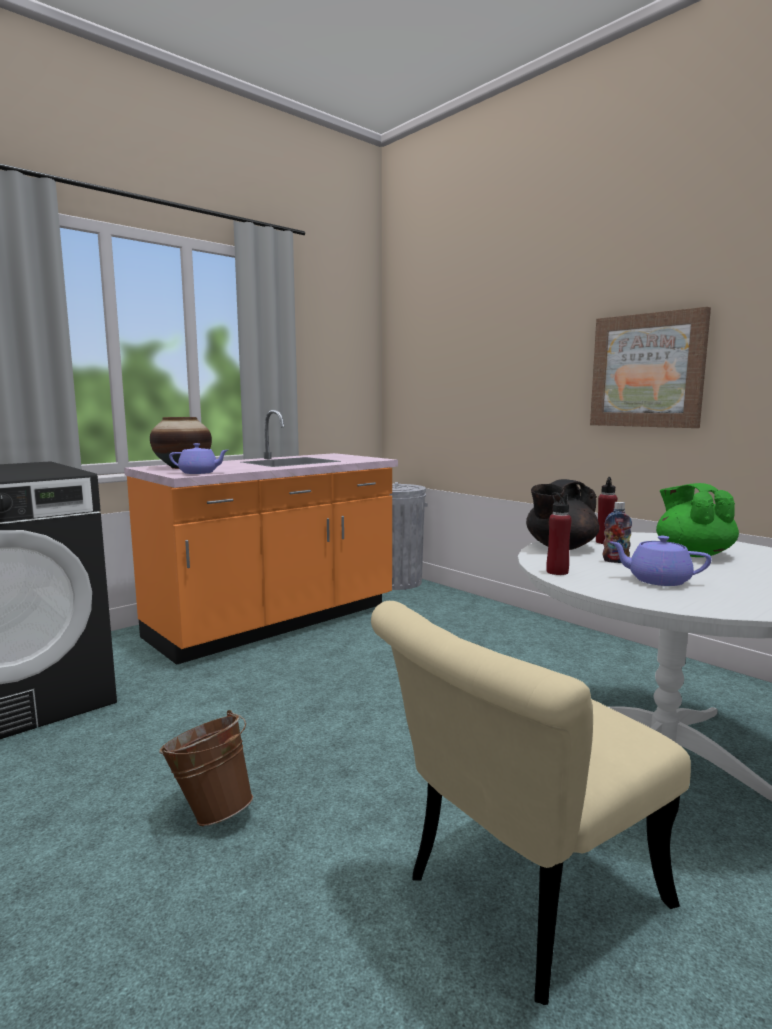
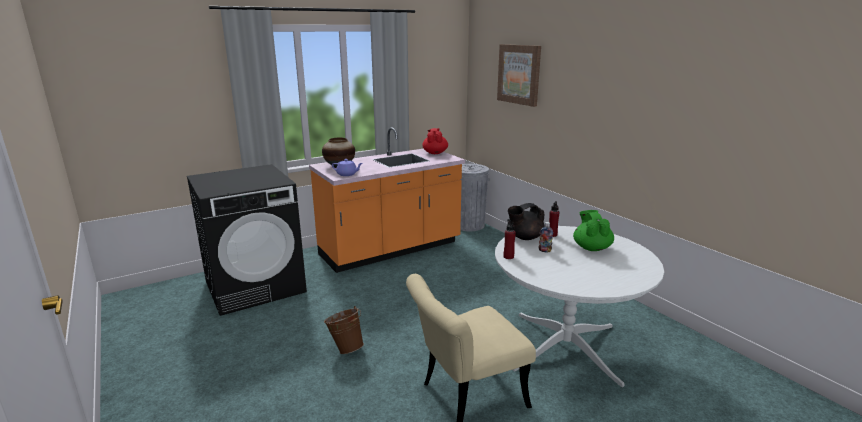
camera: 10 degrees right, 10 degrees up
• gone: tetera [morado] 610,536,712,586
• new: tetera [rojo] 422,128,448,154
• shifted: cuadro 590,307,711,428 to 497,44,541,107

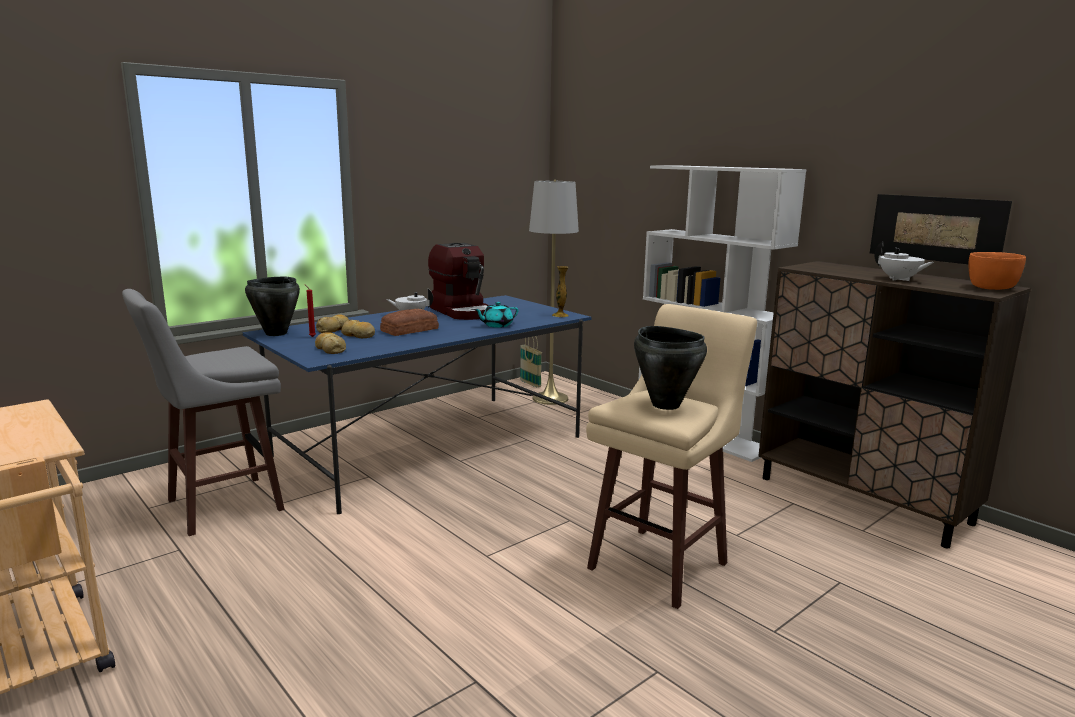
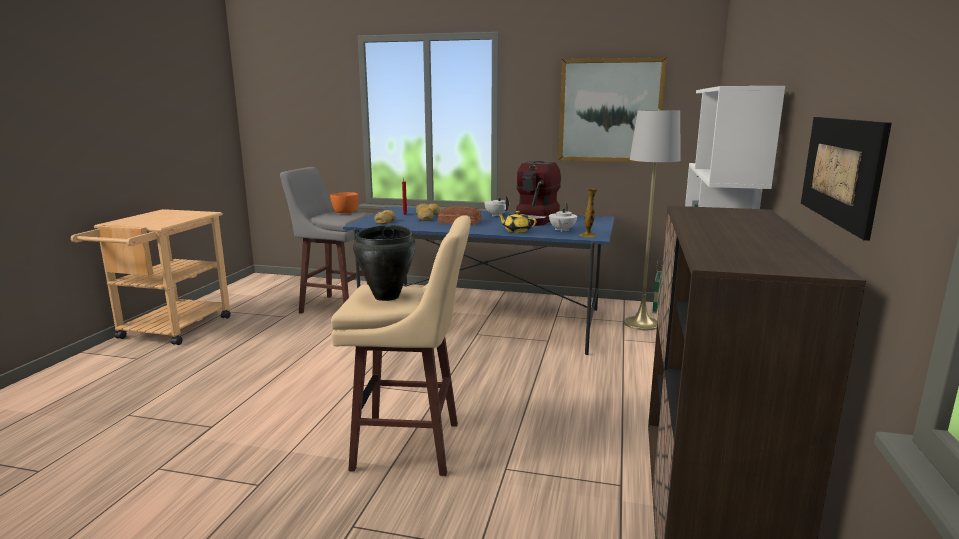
camera: 55 degrees right, 0 degrees up
• gone: olla [negro] 245,276,300,336
• new: cuadro 559,57,667,163
• shifted: tetera [blanco] 875,241,934,281 to 549,203,577,232
• shifted: cuenco [naranja] 968,252,1026,290 to 330,192,359,213
• repainted: tetera [turquesa] 474,302,518,328 to tetera [amarillo] 498,211,537,233

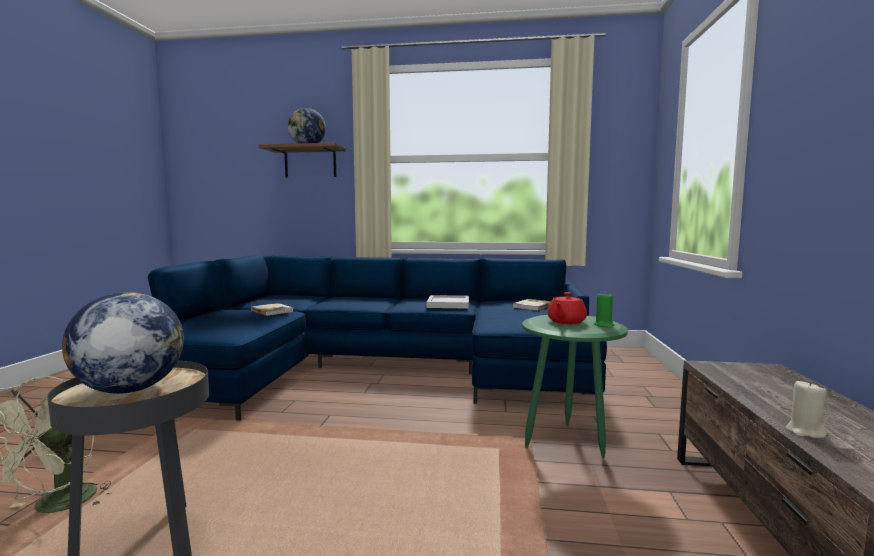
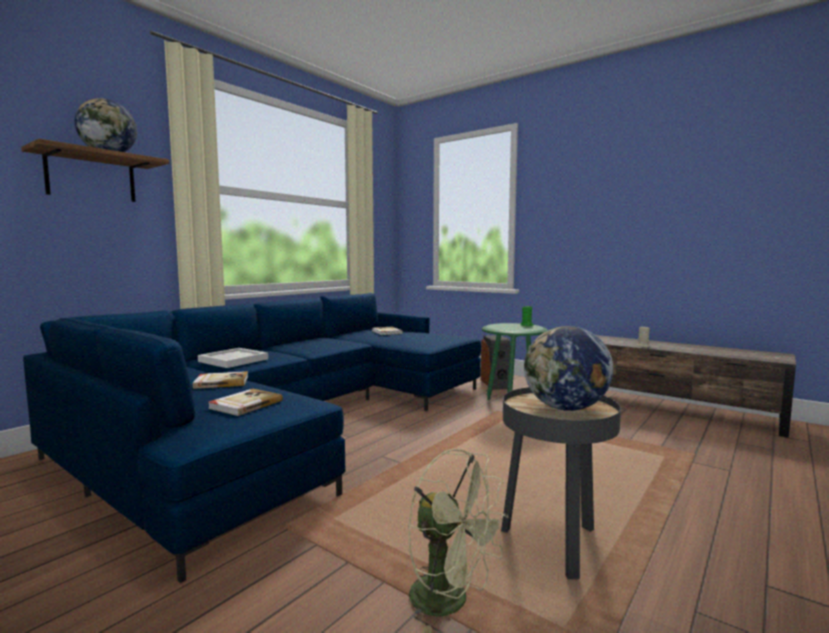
camera: 60 degrees left, 0 degrees up
• gone: tetera [rojo] 547,292,587,324
• new: libro 208,389,283,416
• new: altavoz 481,335,510,390
• shifted: bandeja [blanco] 427,295,469,309 to 198,348,268,368

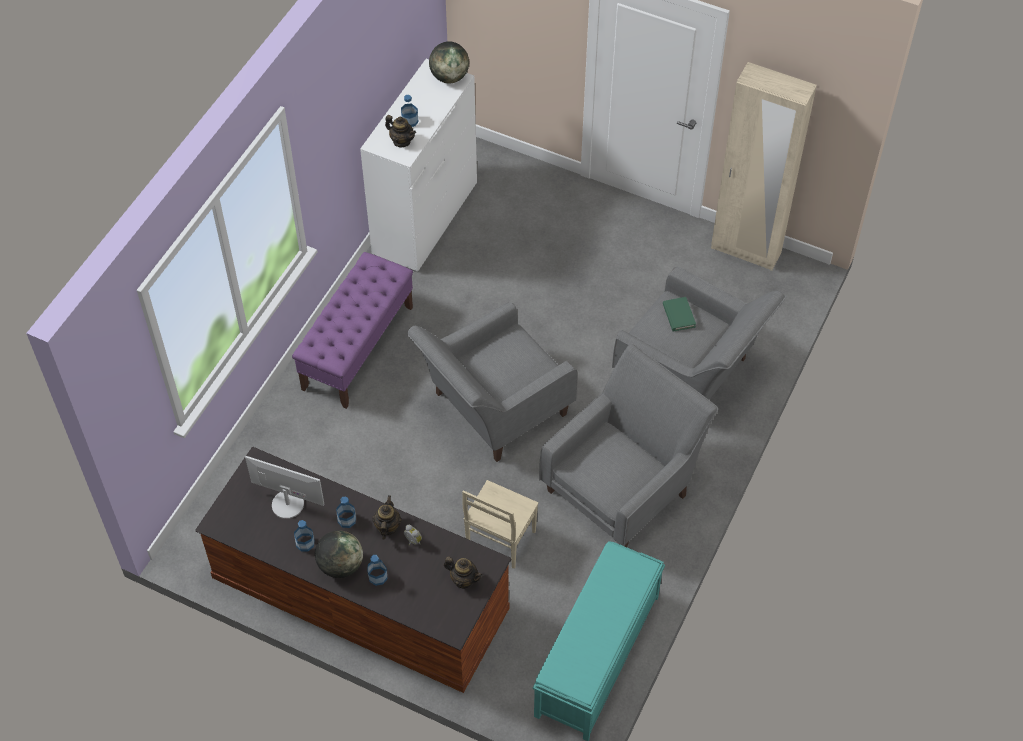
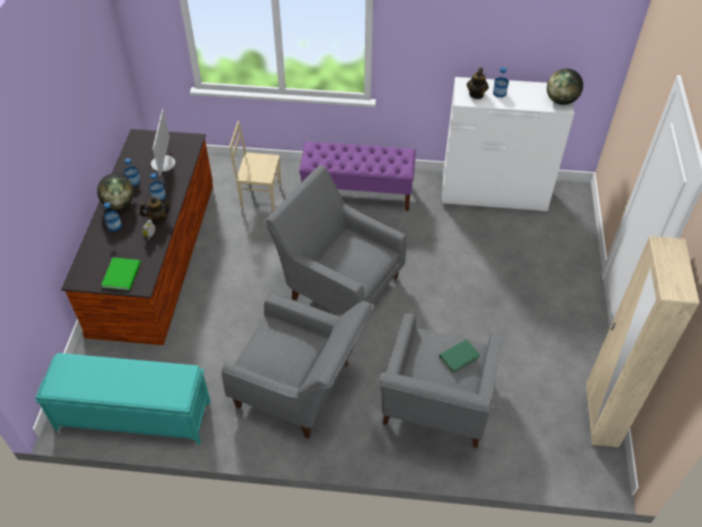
camera: 70 degrees right, 5 degrees down
• shifted: silla [beis] 462,480,539,569 to 229,121,281,212
• swapped: tetera 444,556,483,589 to libro [verde] 101,258,141,290

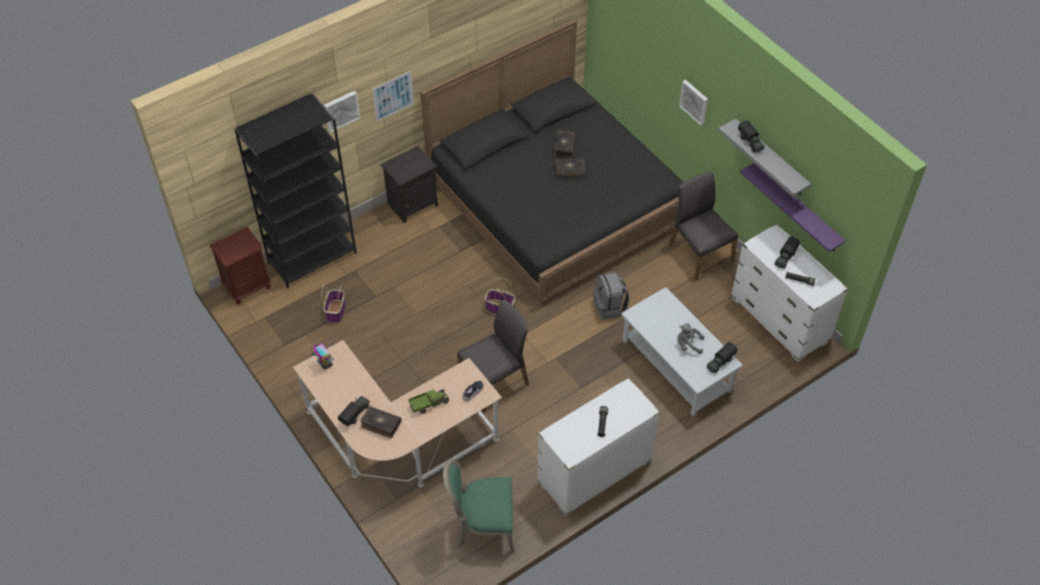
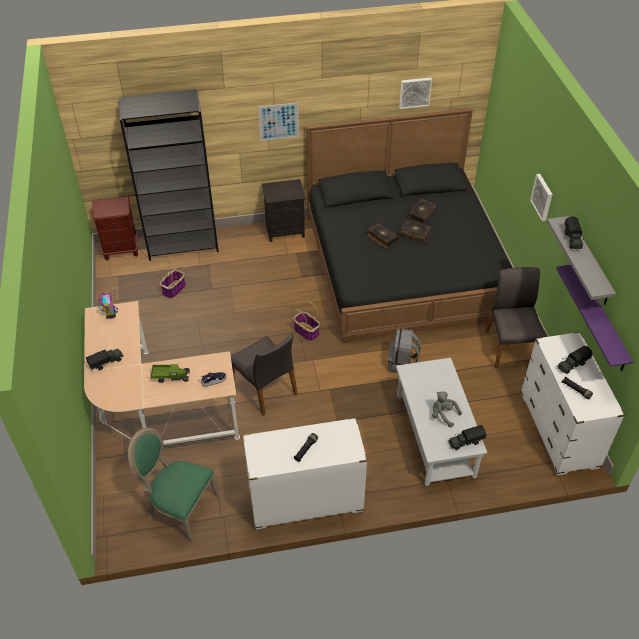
camera: 25 degrees right, 5 degrees down
• shifted: cuadro 324,91,360,132 to 399,77,432,109
• shifted: libro 360,406,401,438 to 367,223,399,249
• rotated: silla [gris] 457,300,529,412 = 231,334,297,416 60 degrees clockwise

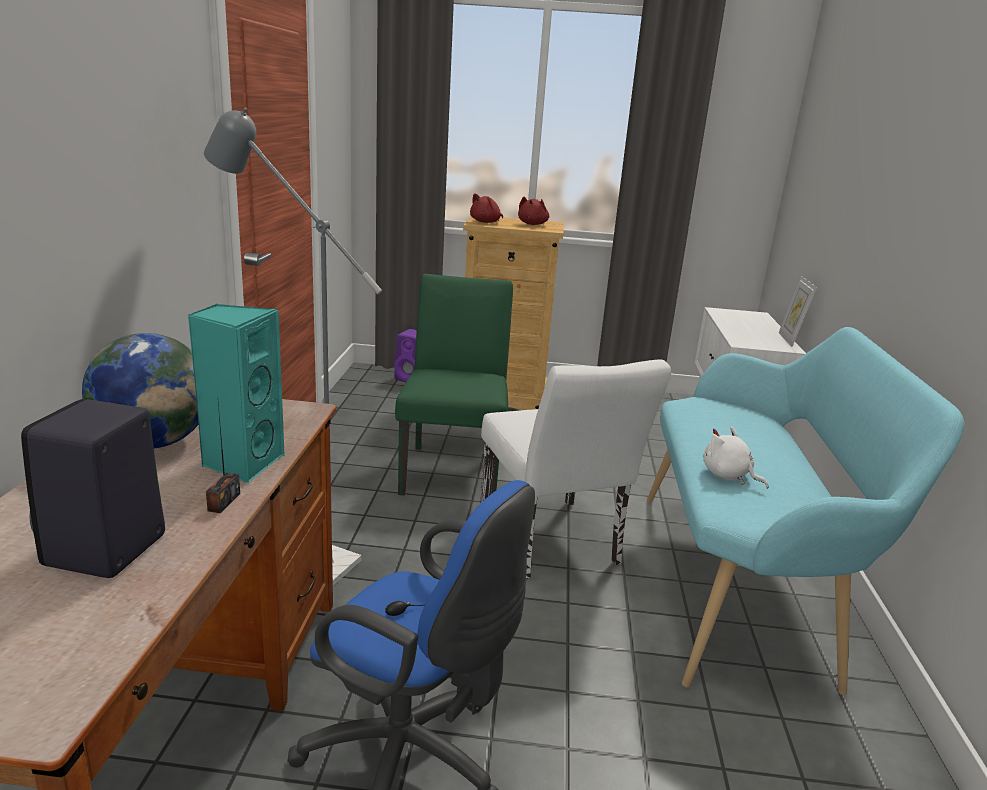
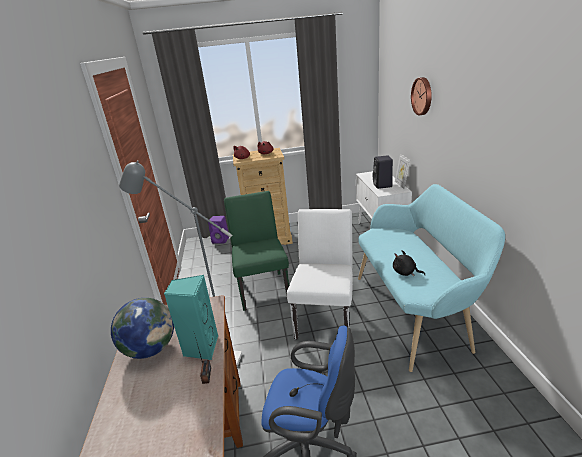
camera: 10 degrees left, 5 degrees up
• new: reloj de pared 411,77,432,115
• shifted: altavoz [negro] 21,399,165,578 to 373,155,393,189
• repainted: peluche [blanco] 703,426,769,489 to peluche [negro] 393,250,426,276
• rotated: silla [blanco] 480,360,671,579 = 287,209,353,339 135 degrees counterclockwise

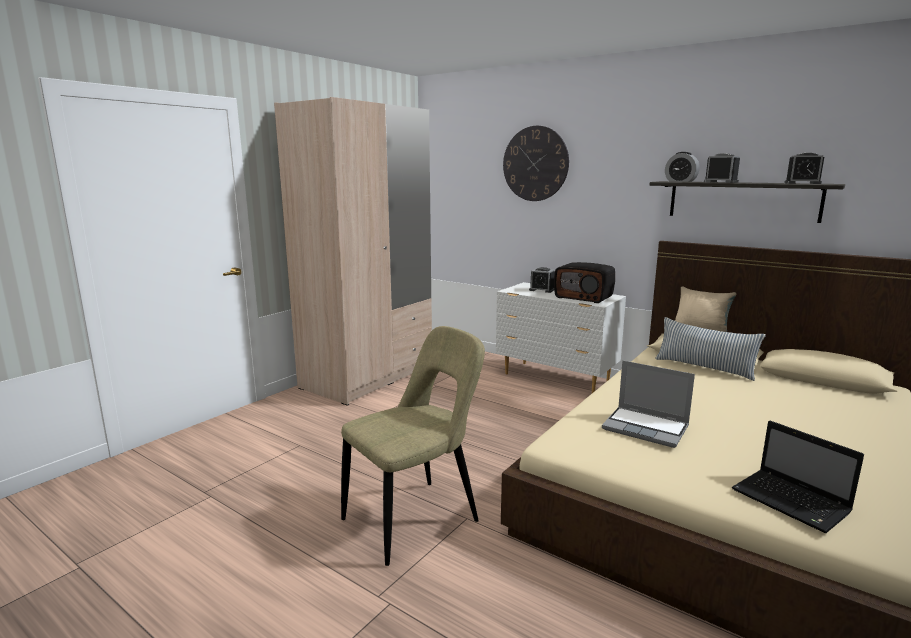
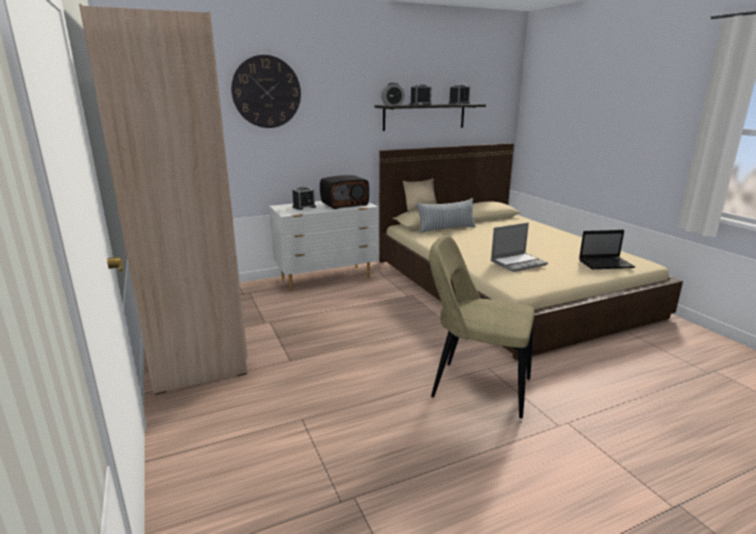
camera: 60 degrees left, 5 degrees up
• rotated: silla [beis] 341,326,485,566 = 429,236,535,419 60 degrees counterclockwise

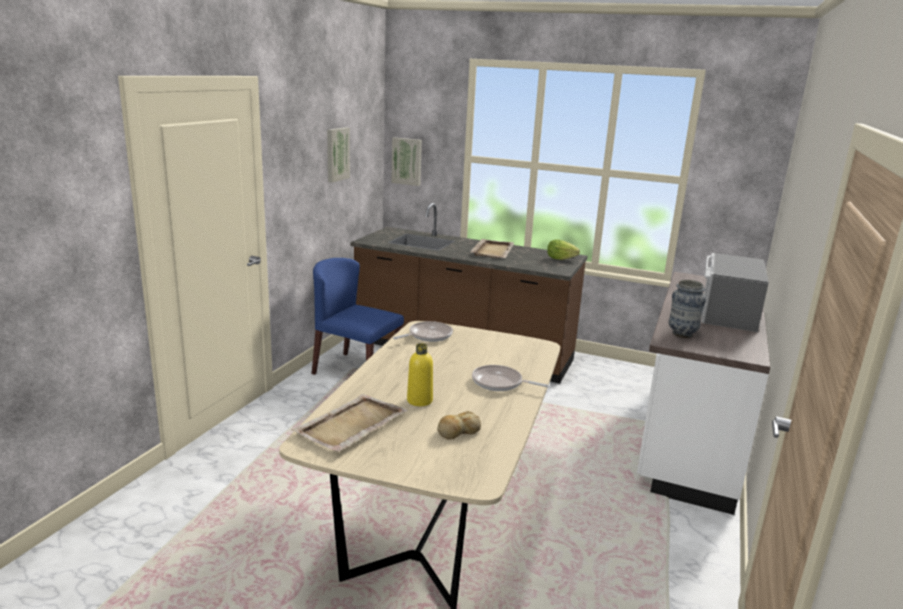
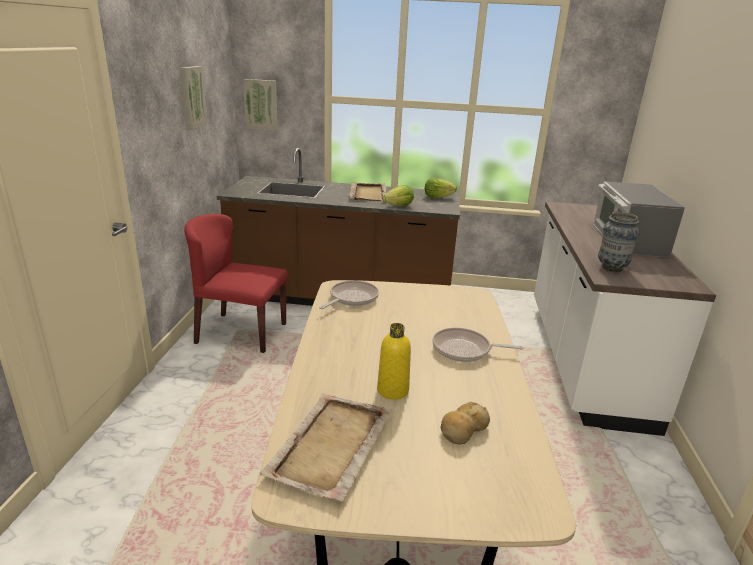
camera: 15 degrees left, 5 degrees up
• new: lechuga 383,185,414,206
• repainted: silla [azul] 312,258,404,375 to silla [rojo] 185,214,288,353

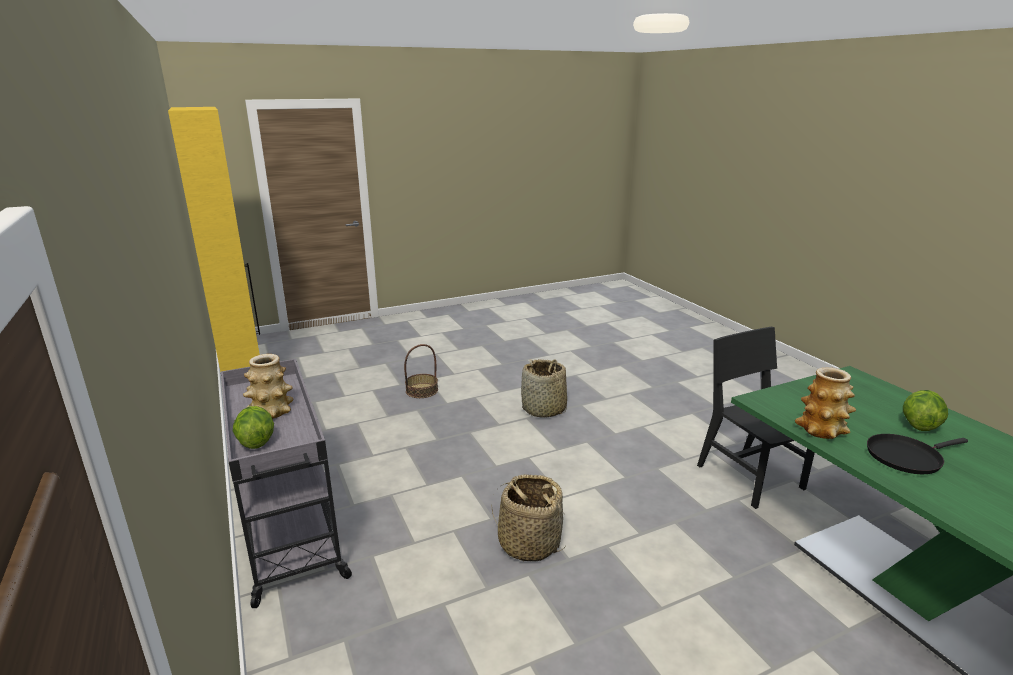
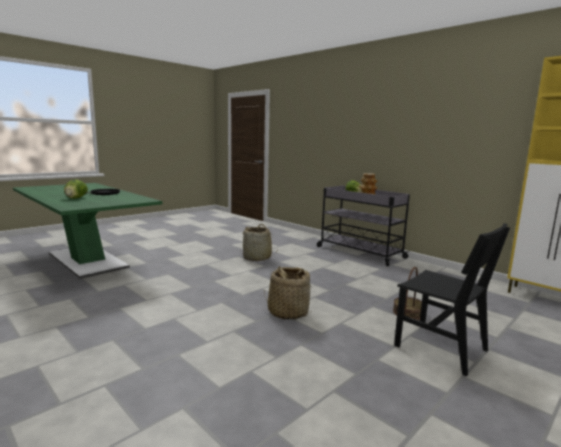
camera: 160 degrees right, 10 degrees down
• gone: florero 795,367,856,439
• shifted: silla [negro] 697,327,815,509 to 394,223,510,376

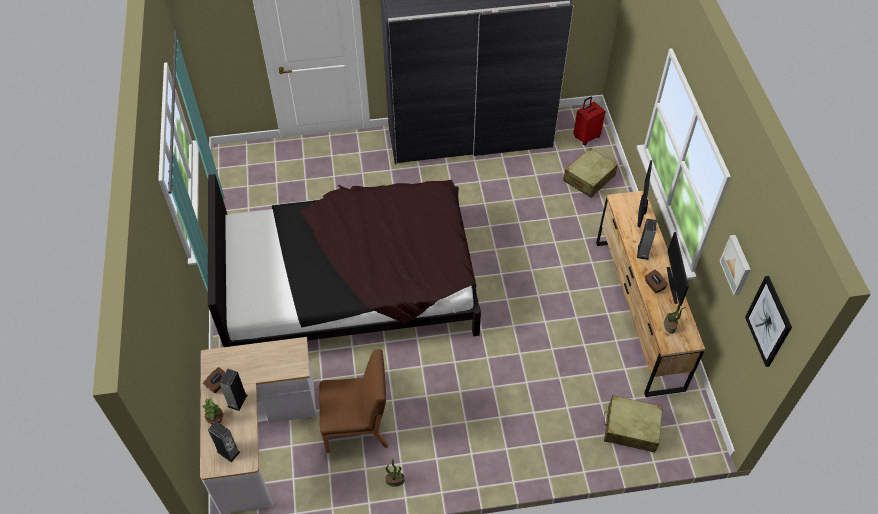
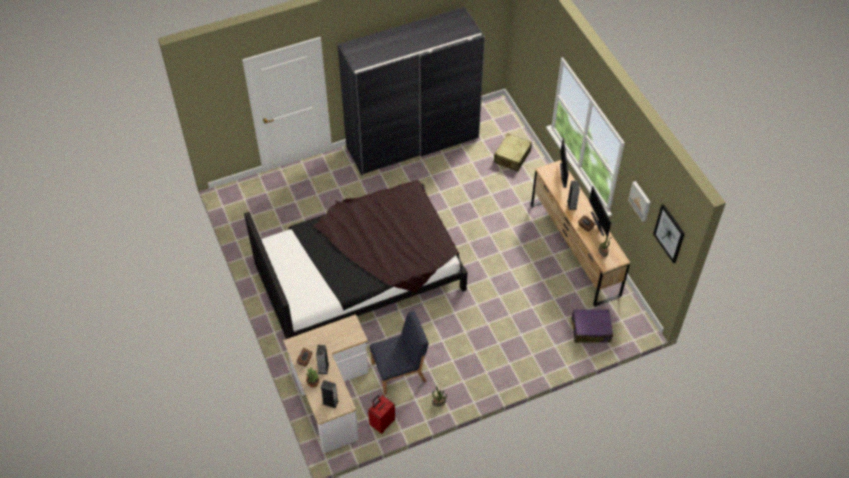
camera: 15 degrees left, 0 degrees up
• shifted: maleta [rojo] 573,96,606,145 to 368,395,395,434
• repainted: silla [marrón] 319,349,388,453 to silla [azul] 370,310,429,395
• repainted: maleta [beis] 604,395,663,453 to maleta [morado] 570,309,613,343

